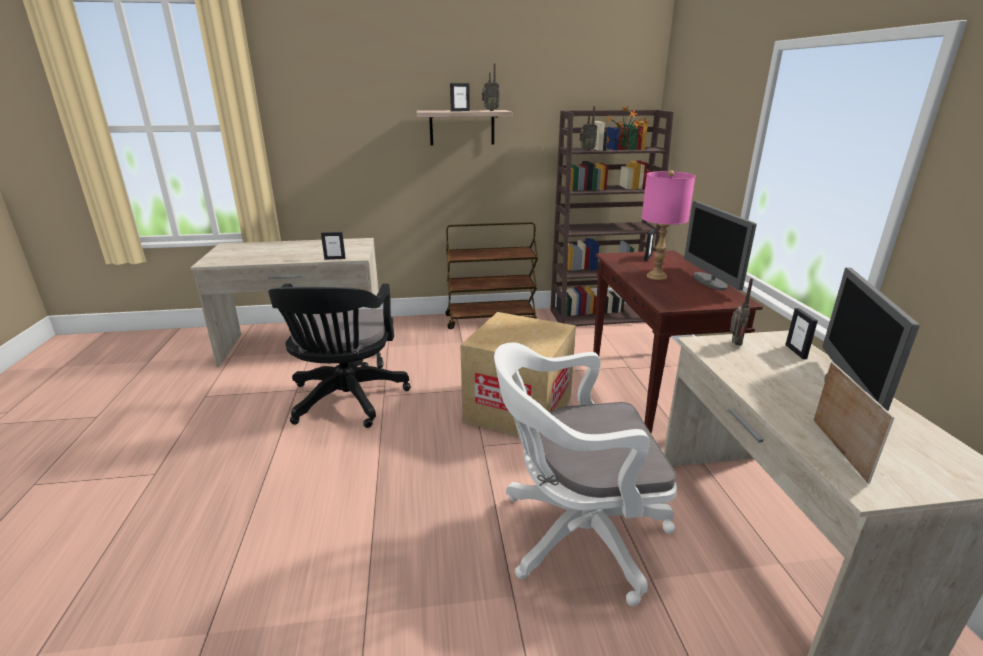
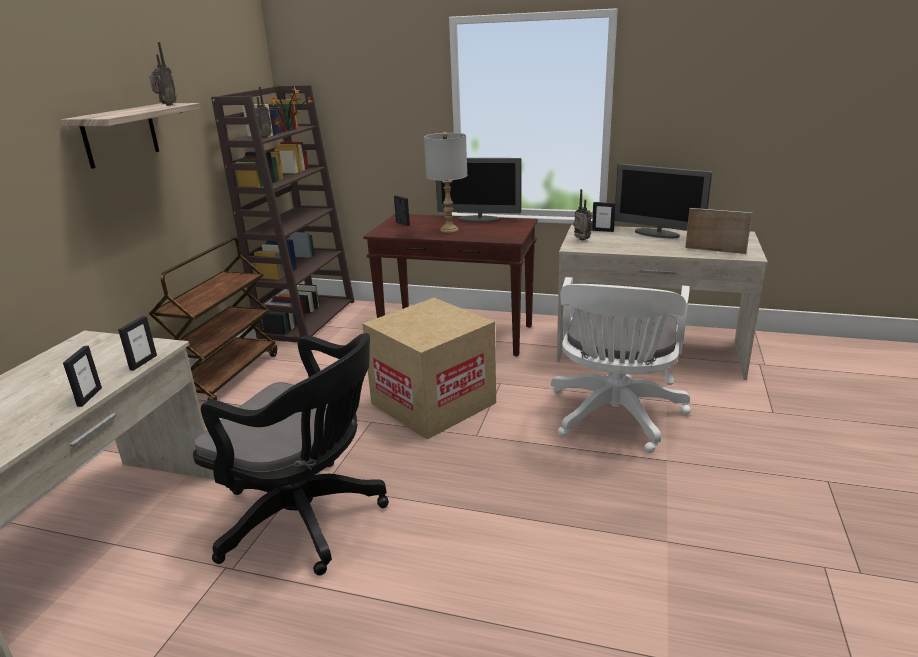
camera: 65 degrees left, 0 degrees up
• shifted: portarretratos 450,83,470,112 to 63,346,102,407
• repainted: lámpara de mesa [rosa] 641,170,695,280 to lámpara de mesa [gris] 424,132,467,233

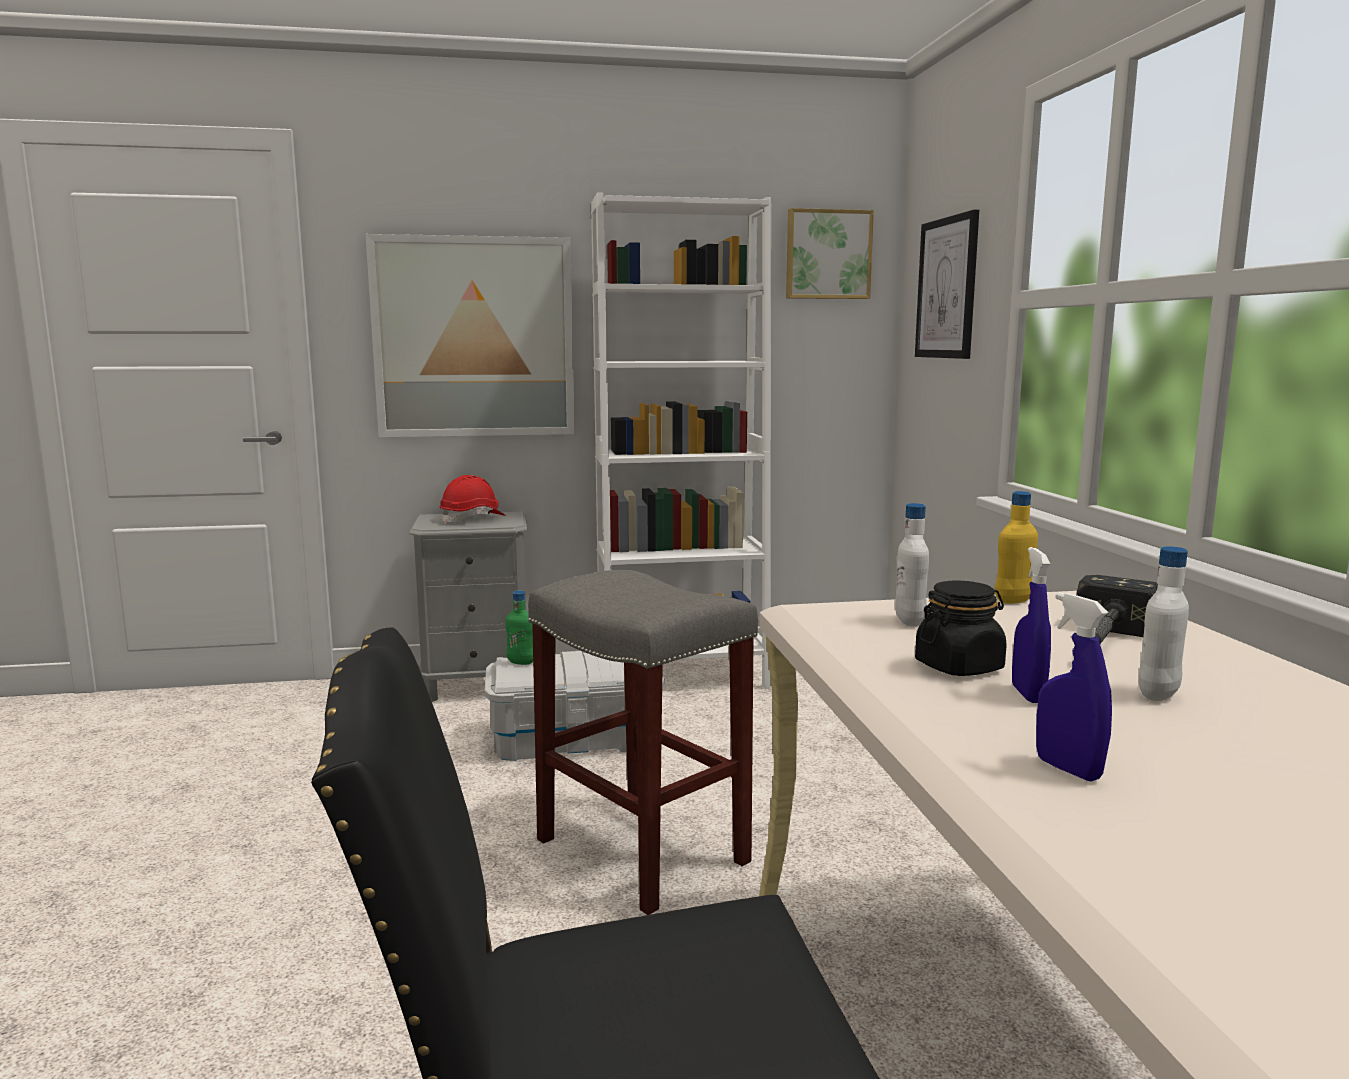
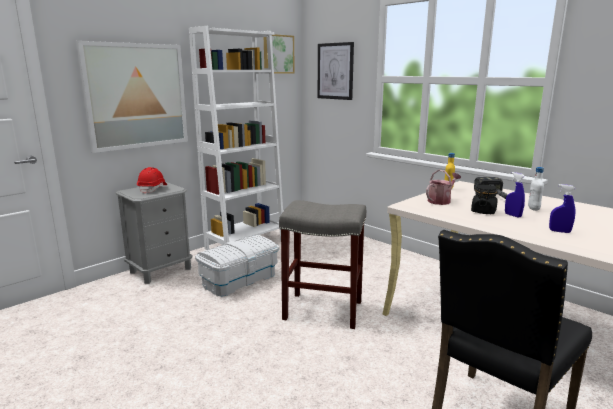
camera: 35 degrees left, 5 degrees up
• gone: botella [verde] 505,591,533,665
• swapped: botella [blanco] 895,503,929,626 to regadera 426,170,461,205

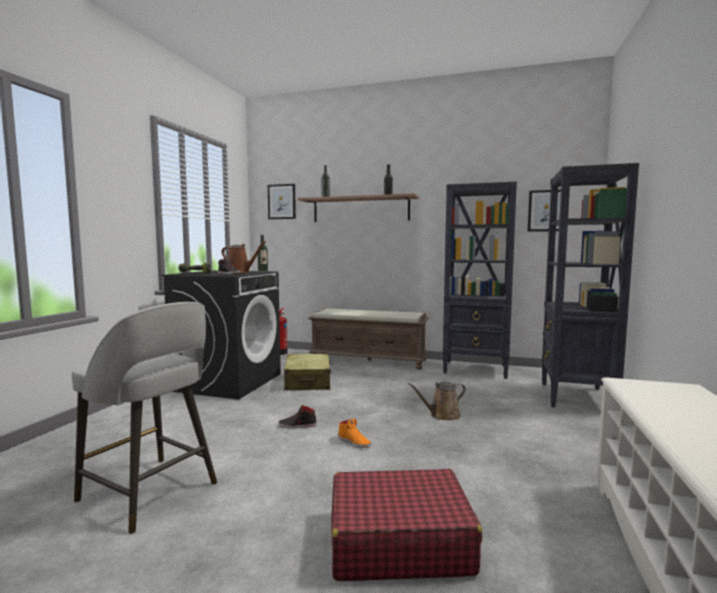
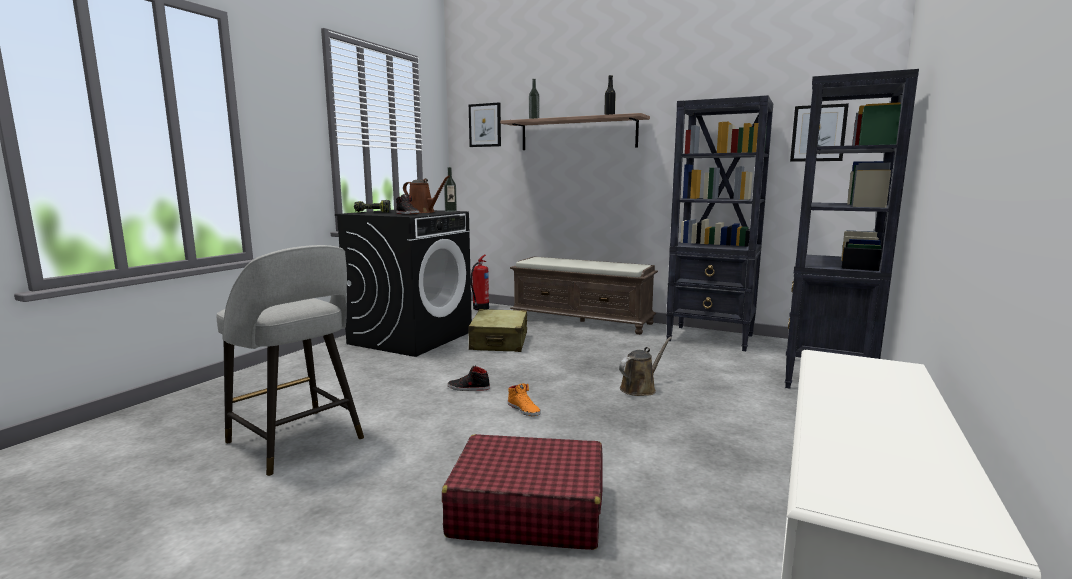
camera: 10 degrees right, 5 degrees up
• rotated: regadera [marrón] 408,381,466,420 = 619,337,672,396 150 degrees clockwise

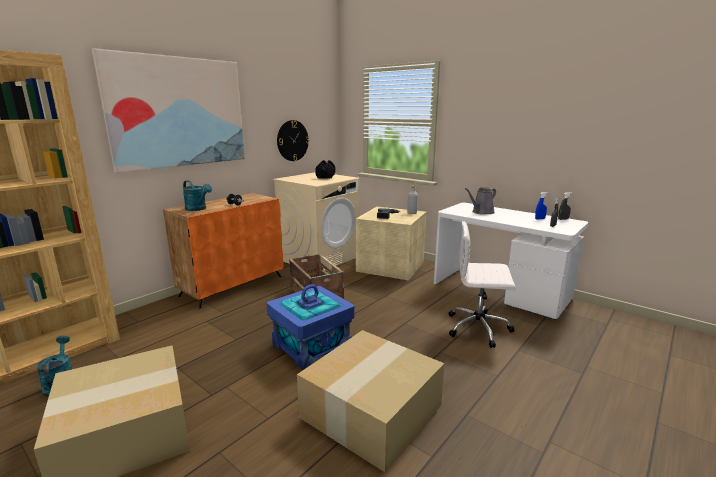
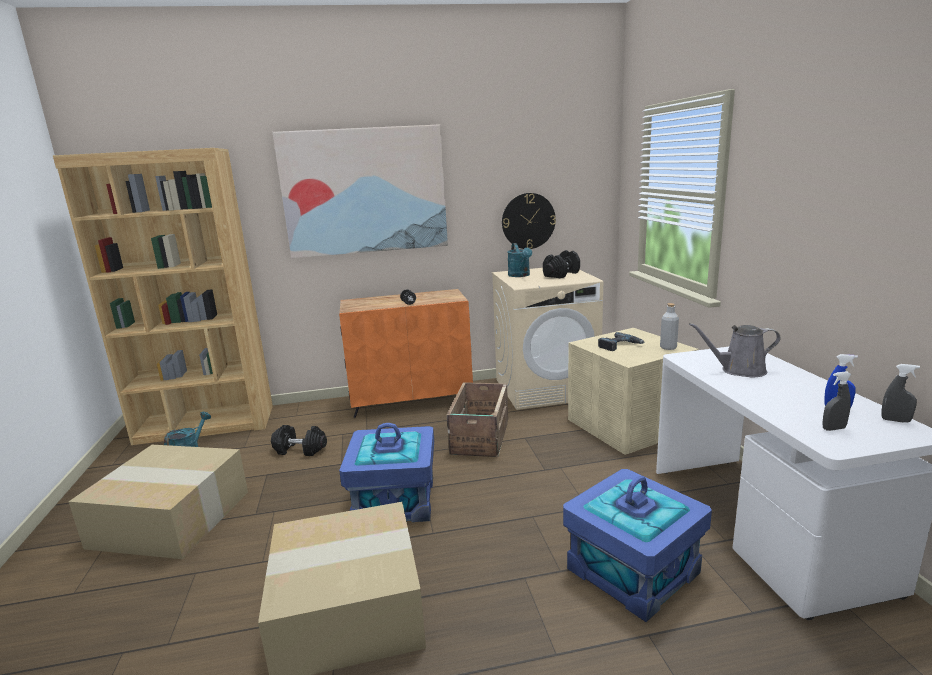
camera: 40 degrees right, 0 degrees up
• new: mancuerna [negro] 271,425,327,456
• shifted: regadera [turquesa] 183,181,212,211 to 508,243,532,277
• swapped: silla de oficina [blanco] 449,221,516,348 to caja de almacenaje [azul] 563,469,712,622

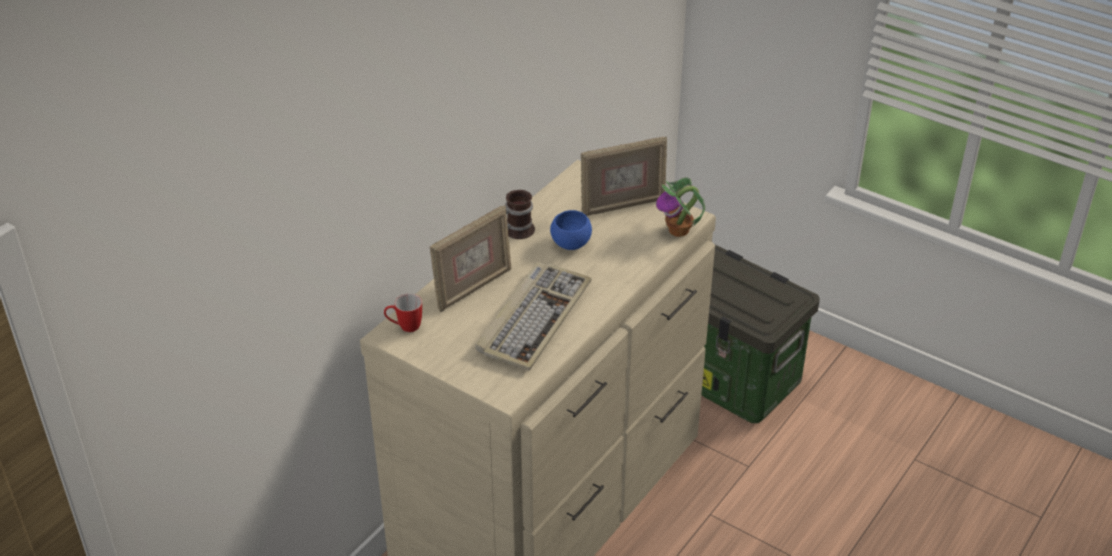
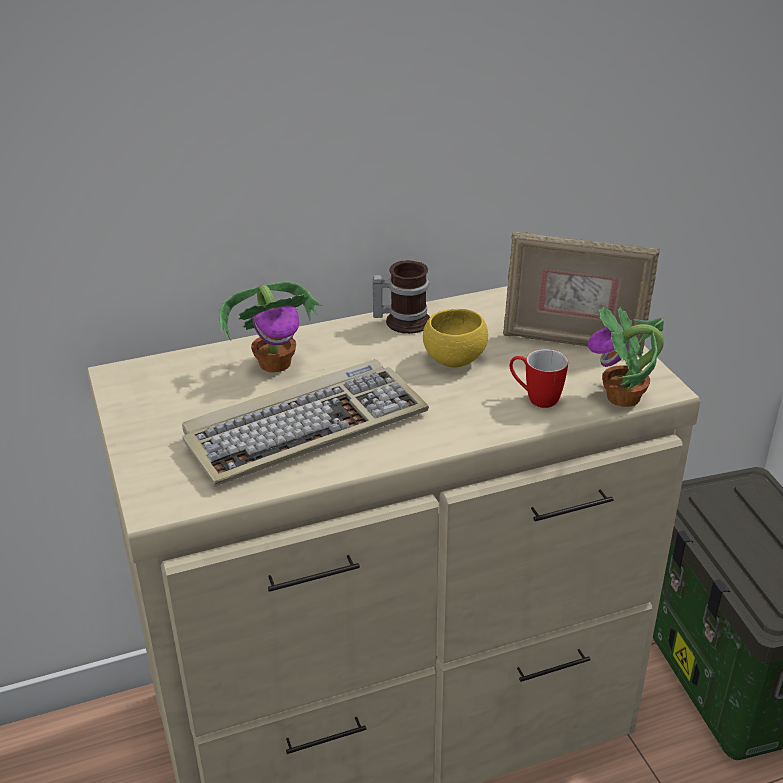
camera: 35 degrees right, 5 degrees down
• shifted: taza grande 384,294,422,332 to 510,349,568,408
• swapped: portarretratos 430,205,512,312 to planta en maceta 219,281,323,373
• repainted: cuenco [azul] 550,210,592,250 to cuenco [amarillo] 423,309,488,367

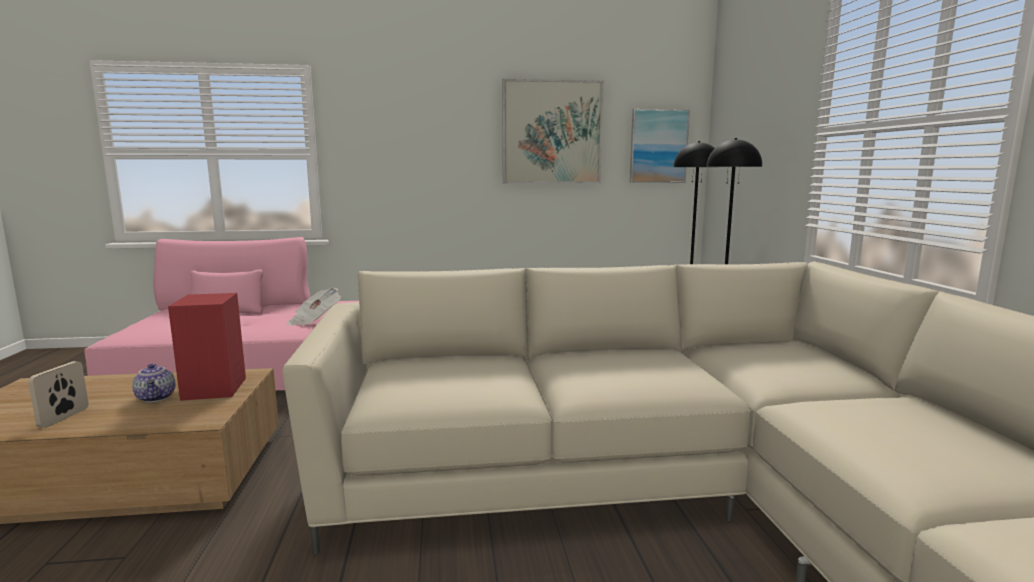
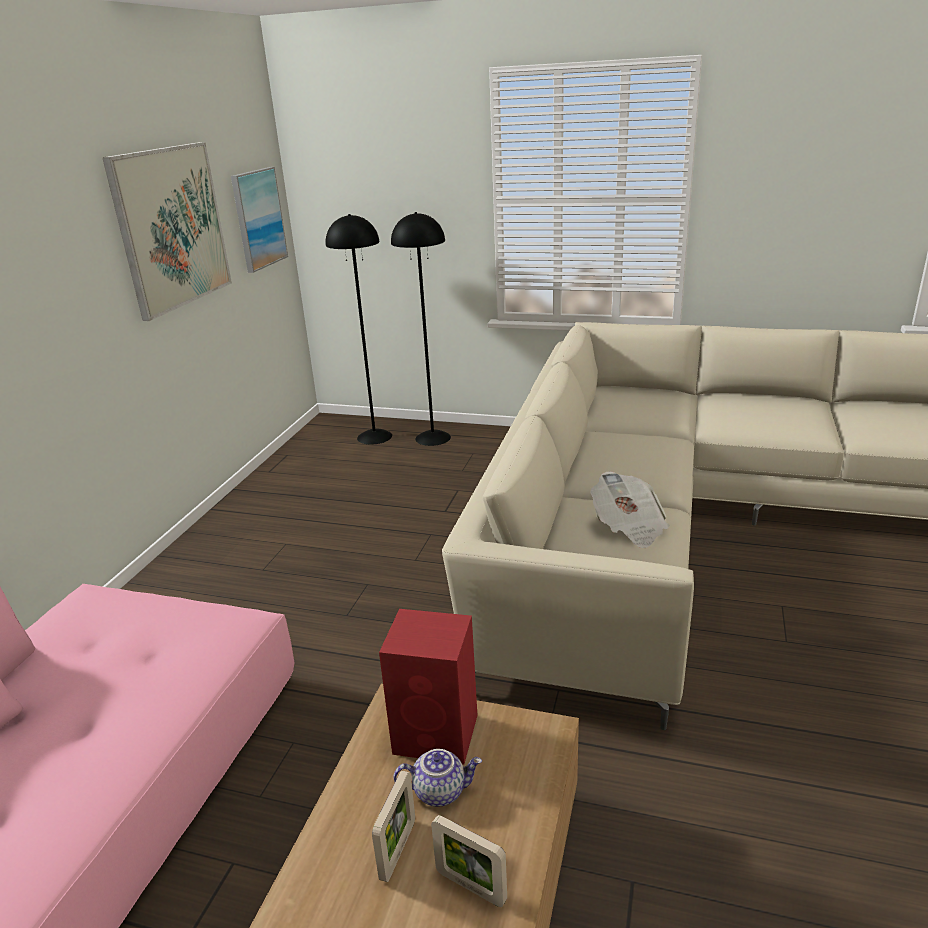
camera: 65 degrees left, 15 degrees up
• new: portarretratos 372,771,415,882
• shifted: periódico 287,288,341,325 to 590,471,670,548

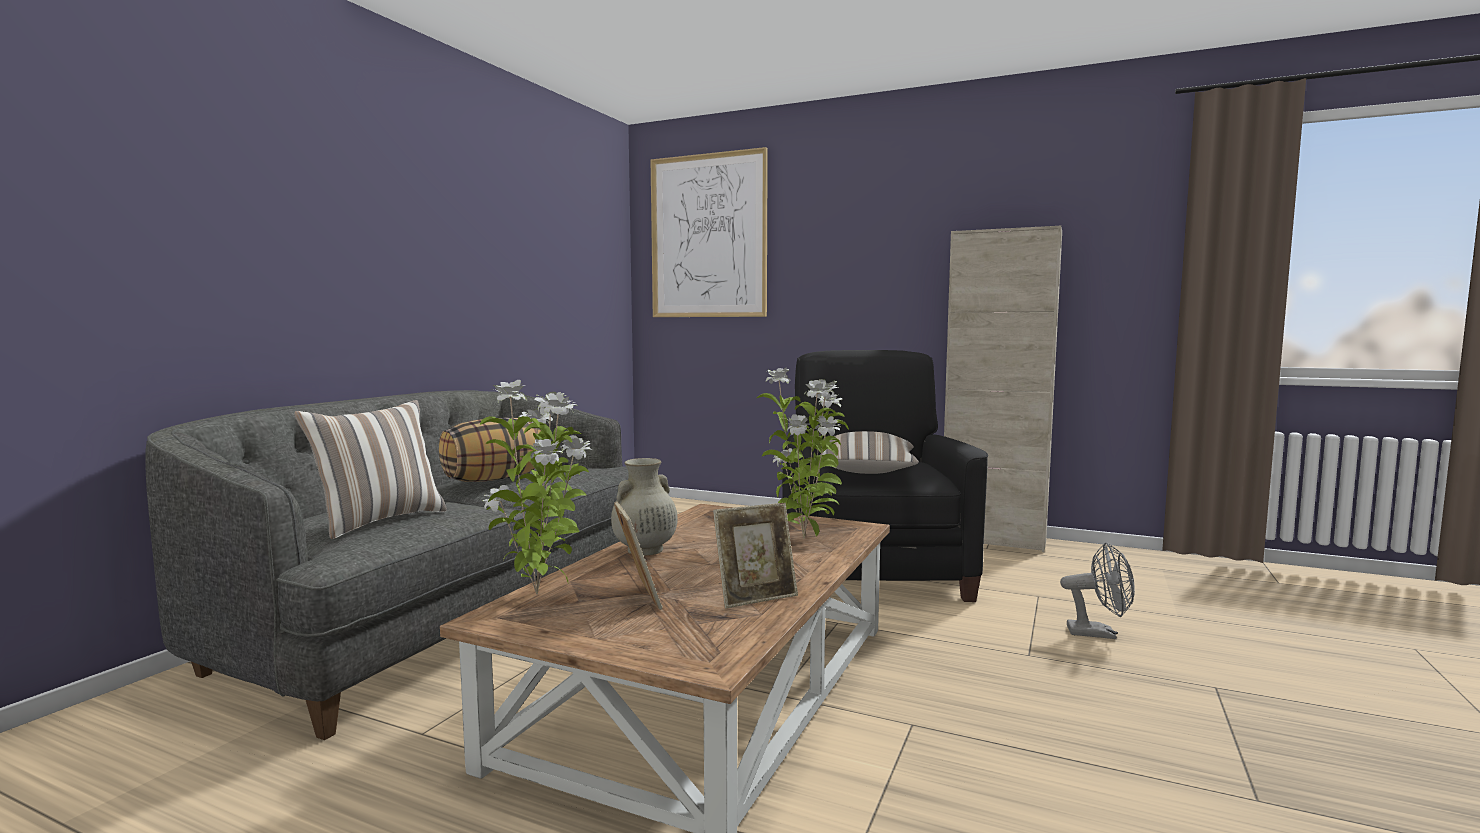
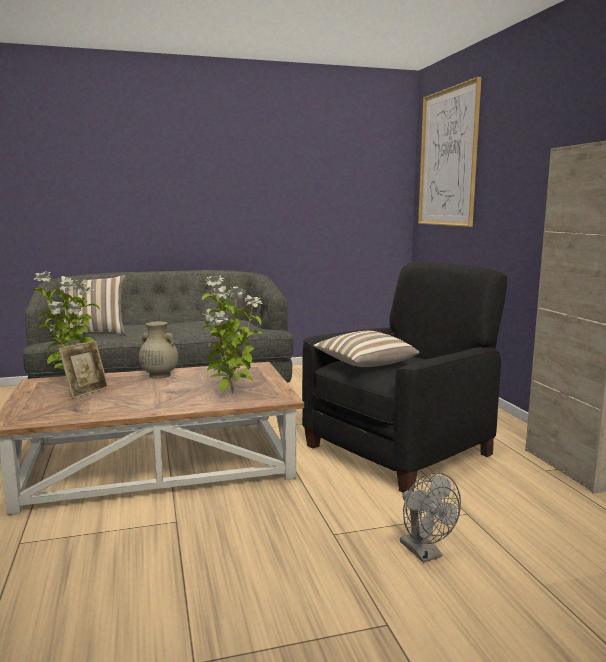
camera: 50 degrees right, 5 degrees up
• gone: cojín 439,417,541,482
• gone: portarretratos 713,503,798,608

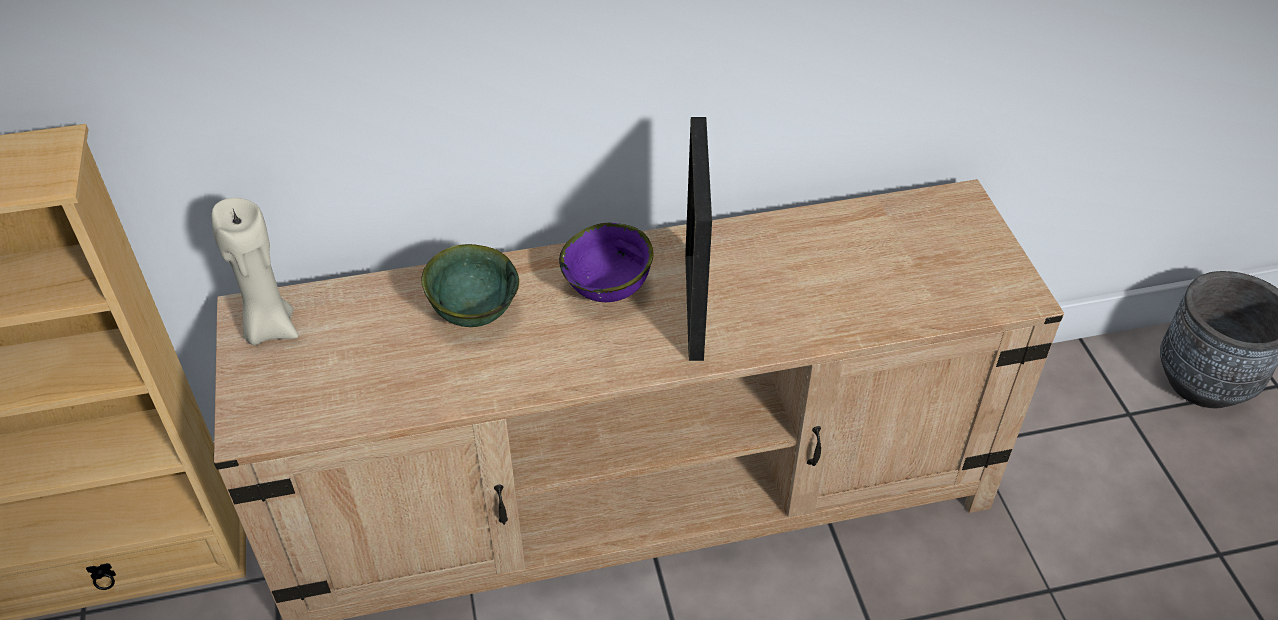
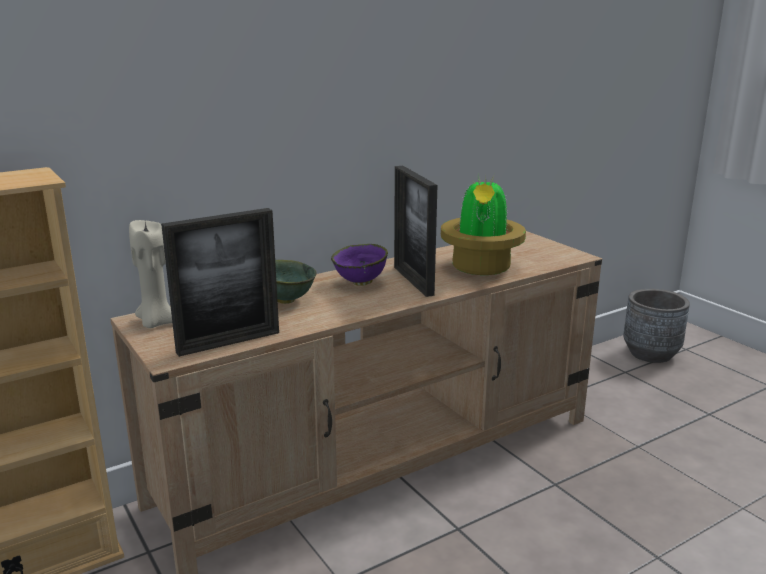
camera: 20 degrees left, 25 degrees down
• new: portarretratos 161,208,279,357
• new: planta en maceta 441,173,526,275

